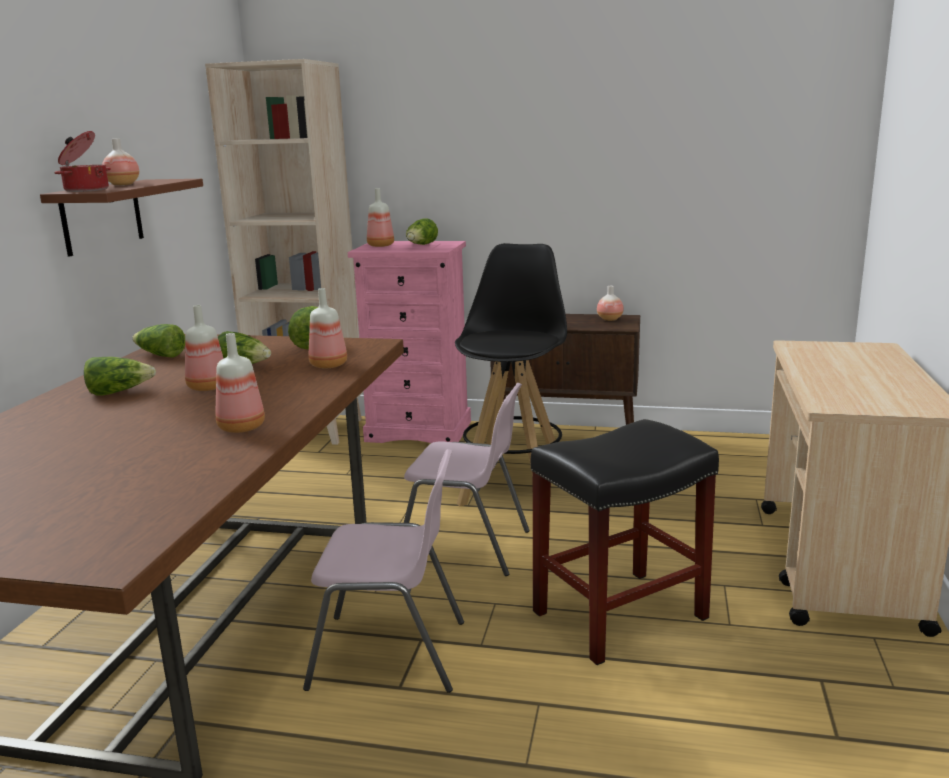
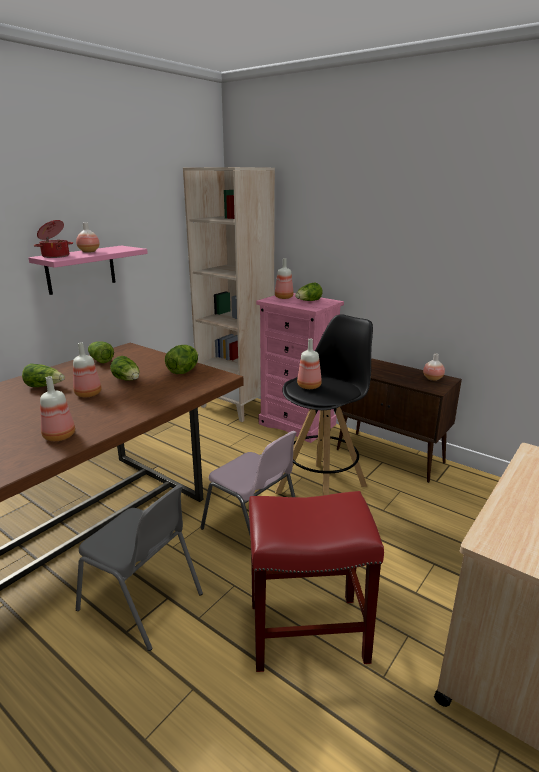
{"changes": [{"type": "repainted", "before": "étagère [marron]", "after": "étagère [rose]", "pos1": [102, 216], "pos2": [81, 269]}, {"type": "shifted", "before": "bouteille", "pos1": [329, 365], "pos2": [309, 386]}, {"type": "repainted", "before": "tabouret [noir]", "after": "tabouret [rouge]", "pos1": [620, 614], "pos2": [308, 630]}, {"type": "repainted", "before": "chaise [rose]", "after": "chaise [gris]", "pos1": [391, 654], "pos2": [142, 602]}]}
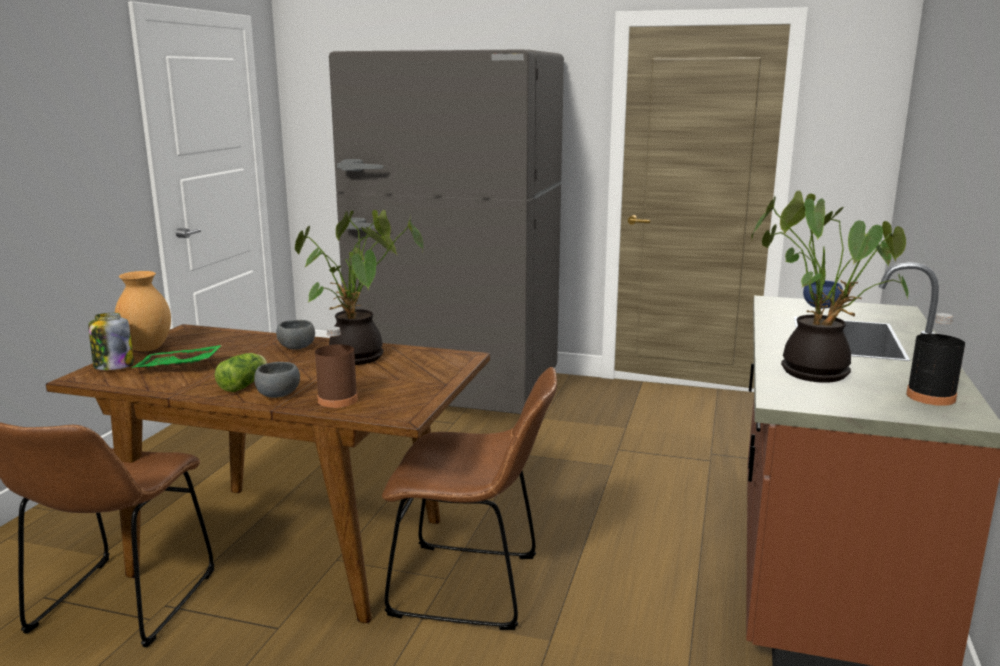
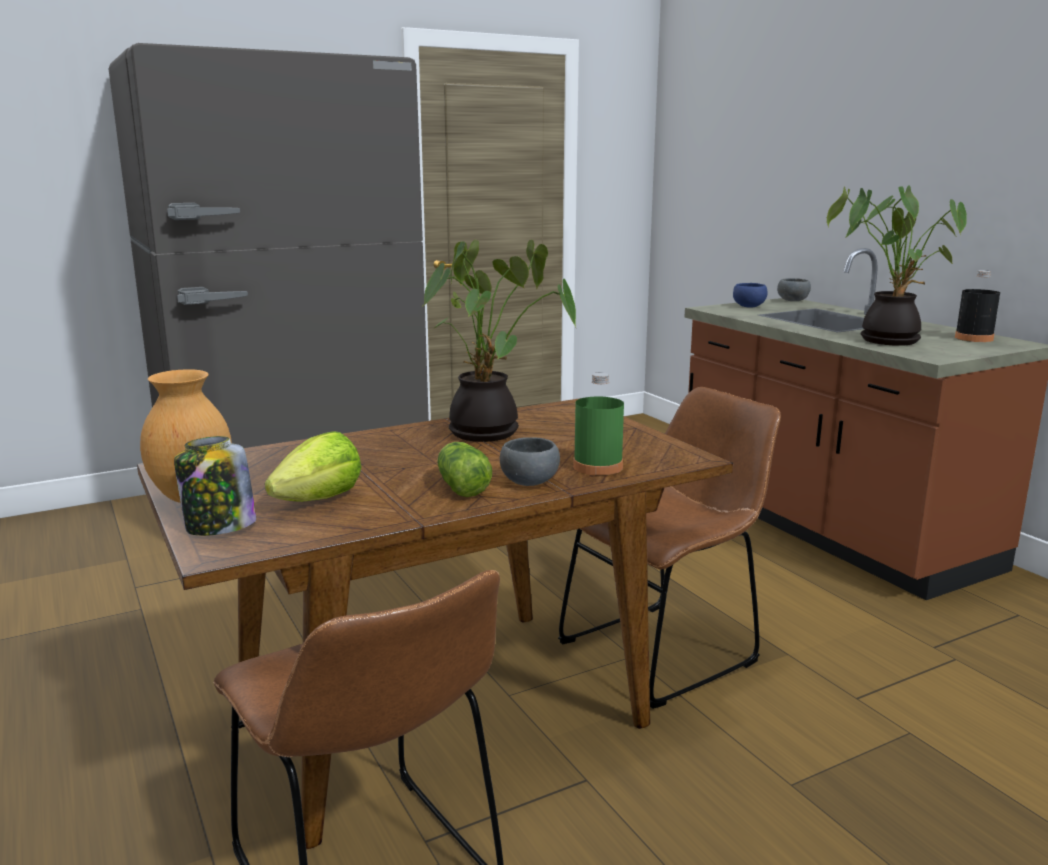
{"changes": [{"type": "shifted", "before": "bol [gris]", "pos1": [296, 348], "pos2": [793, 301]}, {"type": "repainted", "before": "bouteille [marron]", "after": "bouteille [vert]", "pos1": [337, 400], "pos2": [598, 467]}, {"type": "swapped", "before": "plateau [vert]", "after": "laitue", "pos1": [178, 368], "pos2": [319, 499]}]}
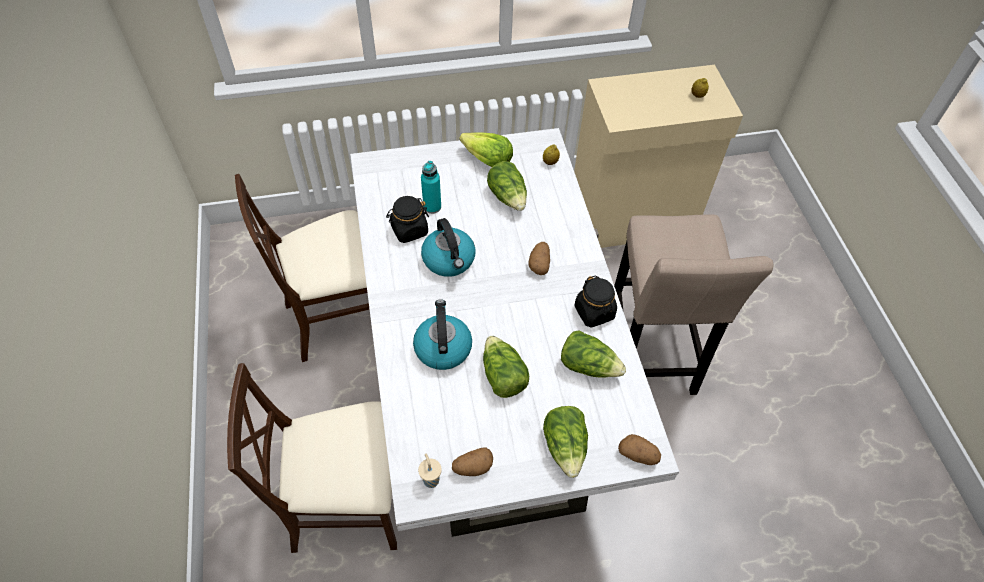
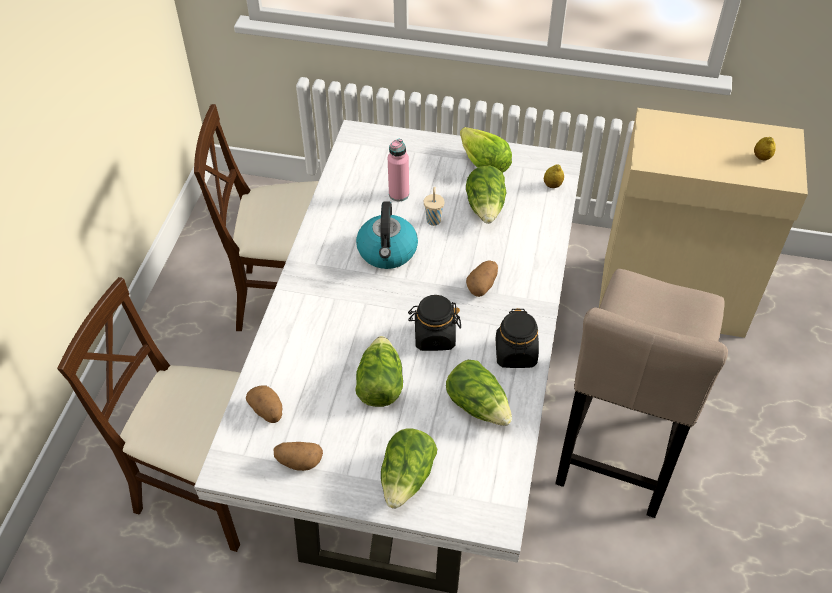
{"changes": [{"type": "repainted", "before": "bouteille [turquoise]", "after": "bouteille [rose]", "pos1": [432, 207], "pos2": [399, 194]}, {"type": "shifted", "before": "bocal [noir]", "pos1": [409, 230], "pos2": [434, 337]}, {"type": "gone", "before": "bouilloire", "pos1": [442, 347]}, {"type": "shifted", "before": "pomme de terre", "pos1": [638, 455], "pos2": [267, 411]}, {"type": "shifted", "before": "tasse [beige]", "pos1": [431, 479], "pos2": [433, 220]}]}
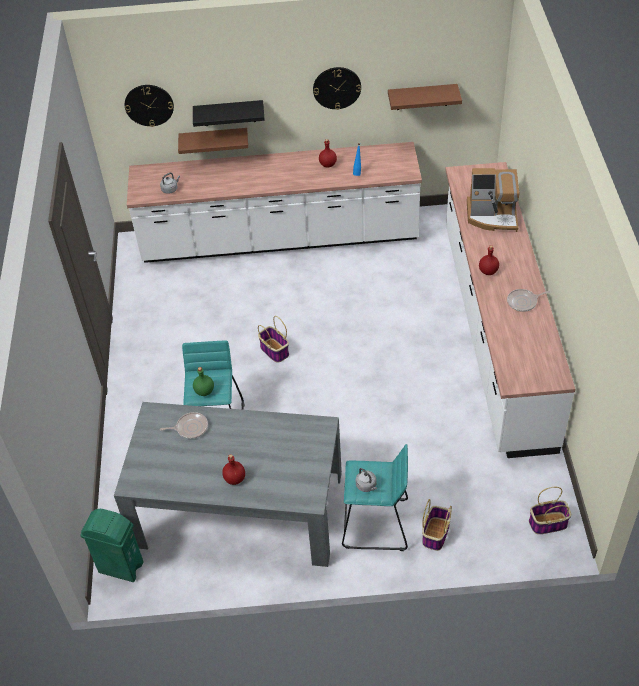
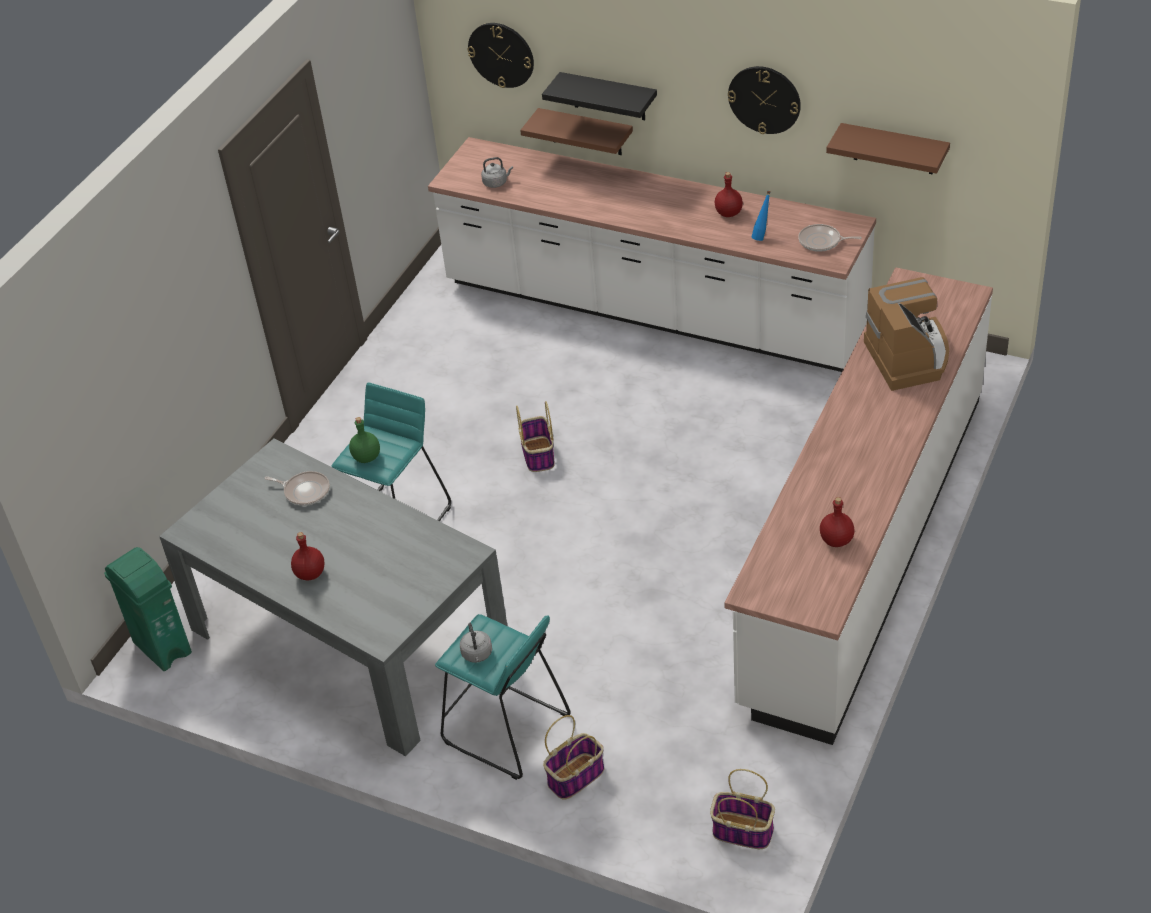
{"changes": [{"type": "rotated", "before": "machine à café", "pos1": [492, 216], "pos2": [909, 357], "turn": -135}, {"type": "shifted", "before": "bouteille [rouge]", "pos1": [488, 271], "pos2": [836, 541]}, {"type": "shifted", "before": "poêle", "pos1": [523, 302], "pos2": [822, 241]}]}
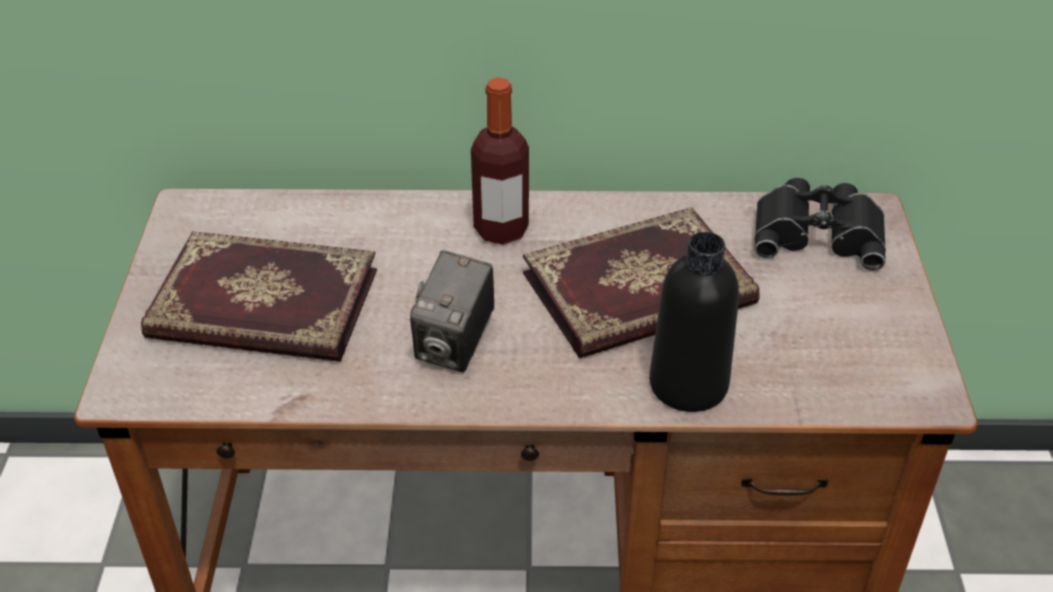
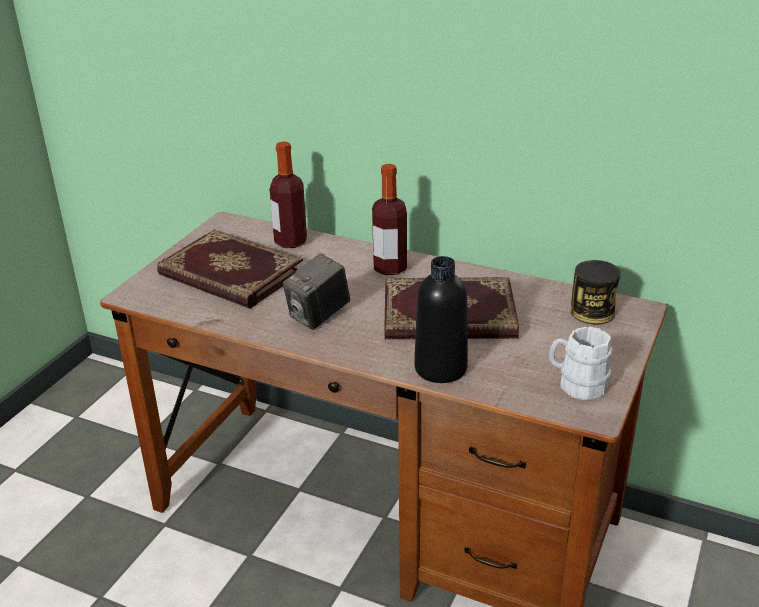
{"changes": [{"type": "swapped", "before": "jumelles [noir]", "after": "boîte métallique", "pos1": [818, 232], "pos2": [592, 312]}, {"type": "new", "after": "bouteille", "pos2": [290, 241]}, {"type": "new", "after": "mug [blanc]", "pos2": [577, 385]}]}
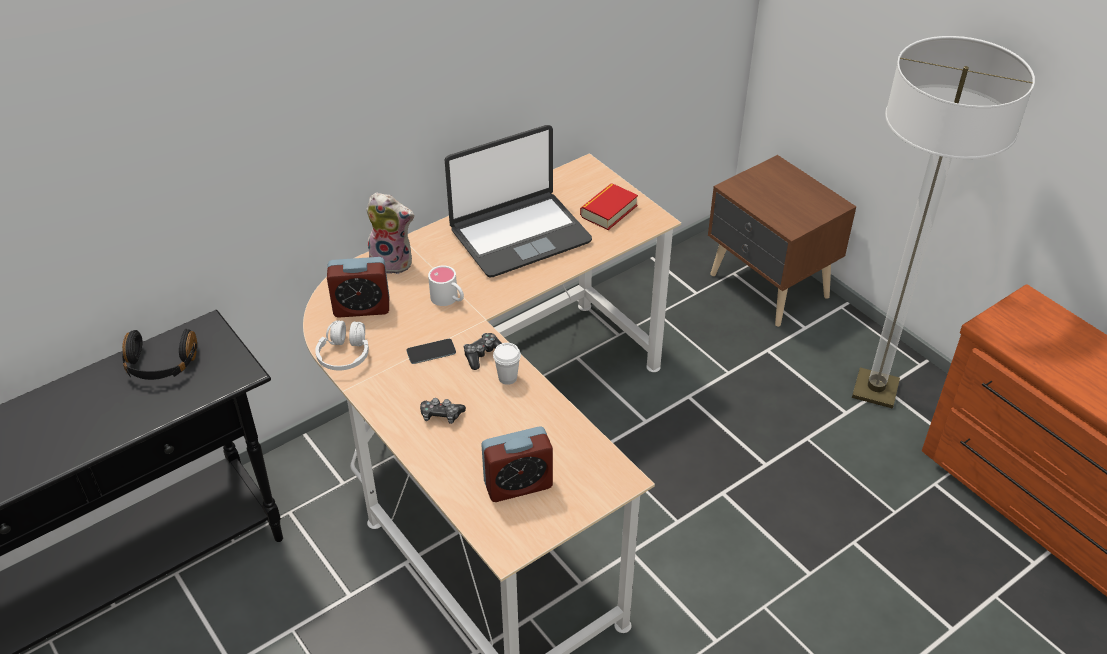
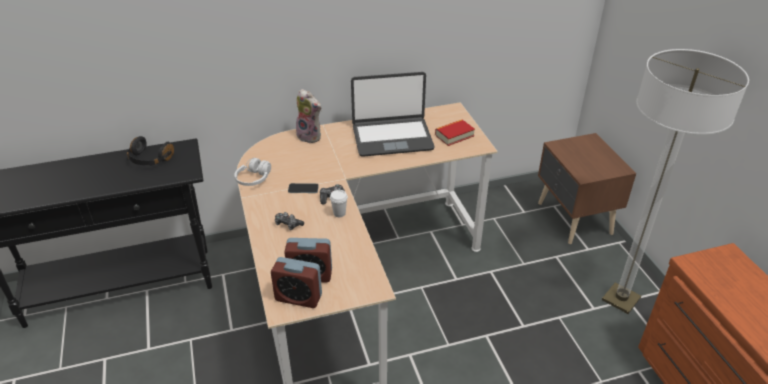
{"changes": [{"type": "shifted", "before": "réveil", "pos1": [362, 308], "pos2": [298, 297]}, {"type": "gone", "before": "mug [blanc]", "pos1": [448, 299]}]}
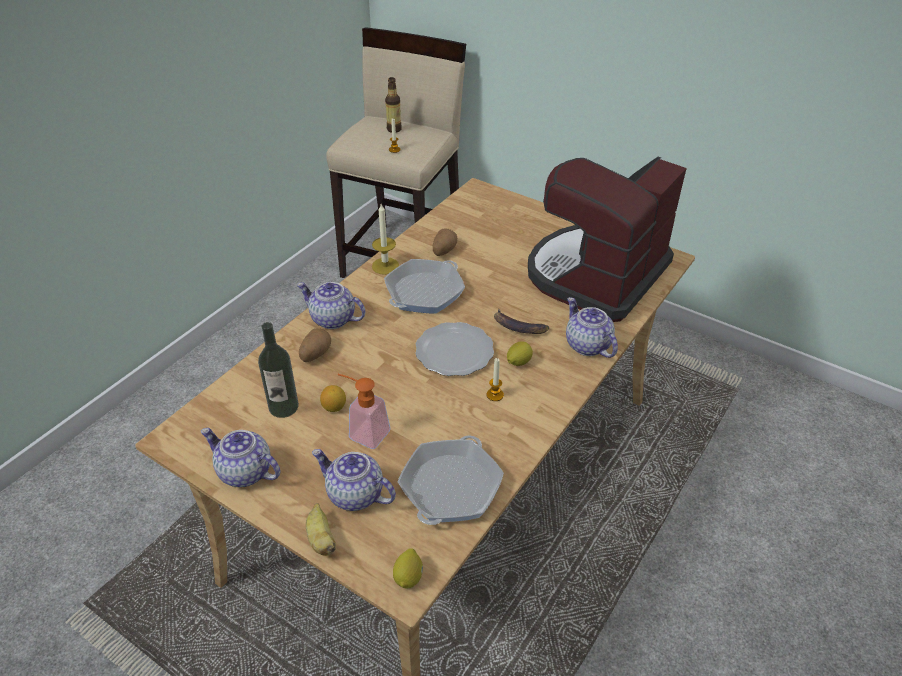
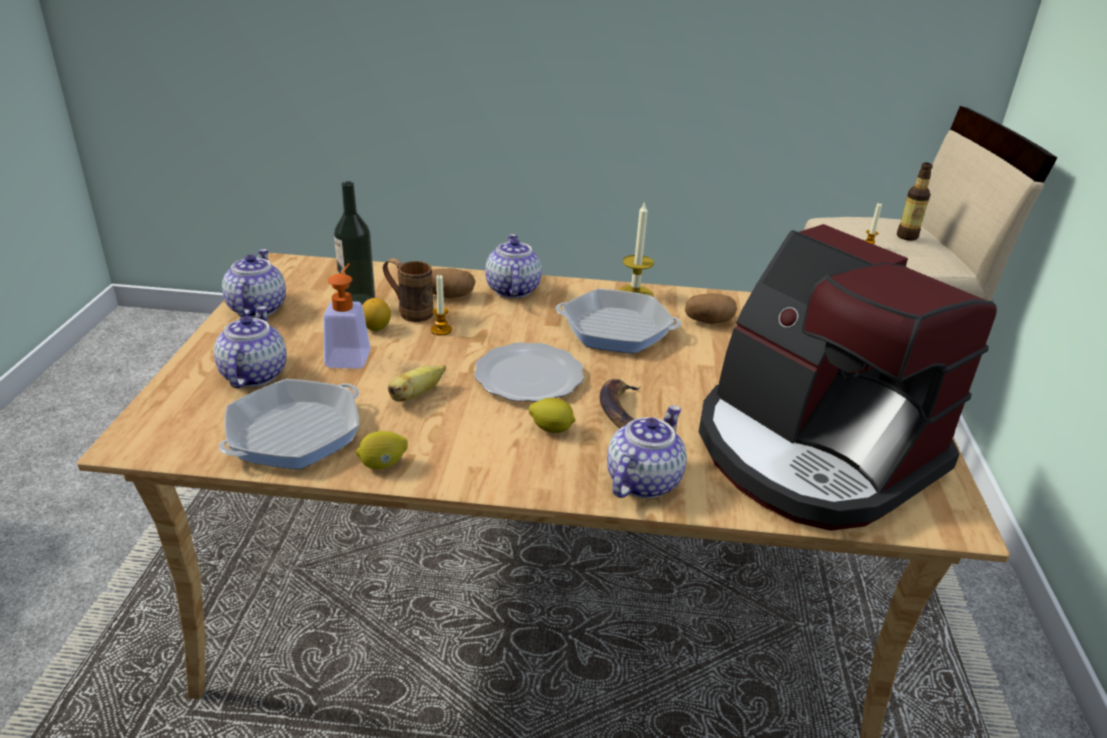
{"changes": [{"type": "rotated", "before": "machine à café", "pos1": [596, 275], "pos2": [812, 453], "turn": -135}, {"type": "shifted", "before": "bougie", "pos1": [495, 395], "pos2": [441, 330]}, {"type": "rotated", "before": "poêle", "pos1": [450, 487], "pos2": [294, 433], "turn": 135}, {"type": "shifted", "before": "banane", "pos1": [321, 539], "pos2": [416, 395]}, {"type": "shifted", "before": "citron", "pos1": [408, 577], "pos2": [383, 464]}, {"type": "new", "after": "mug [marron]", "pos2": [409, 312]}]}
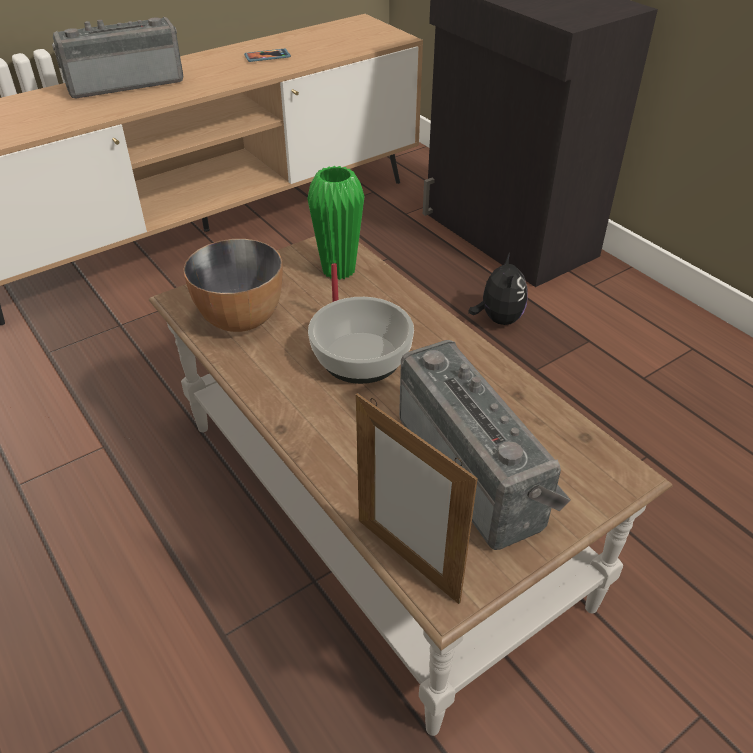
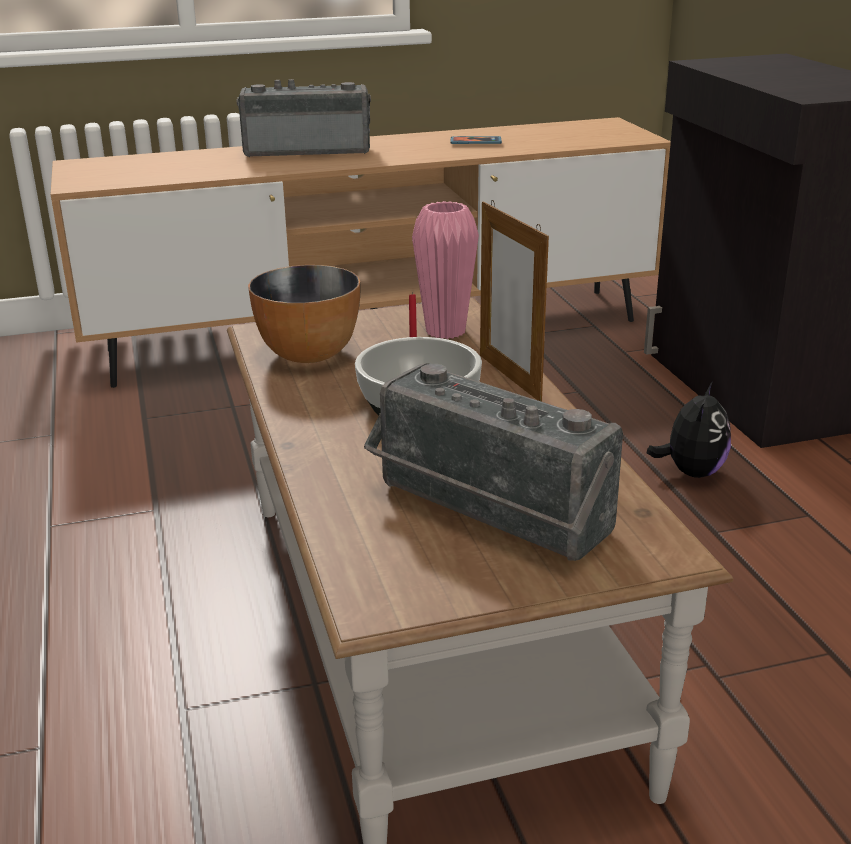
{"changes": [{"type": "repainted", "before": "vase [vert]", "after": "vase [rose]", "pos1": [338, 270], "pos2": [445, 331]}, {"type": "rotated", "before": "radio", "pos1": [477, 468], "pos2": [485, 514], "turn": 135}, {"type": "shifted", "before": "cadre photo", "pos1": [407, 559], "pos2": [509, 377]}]}
